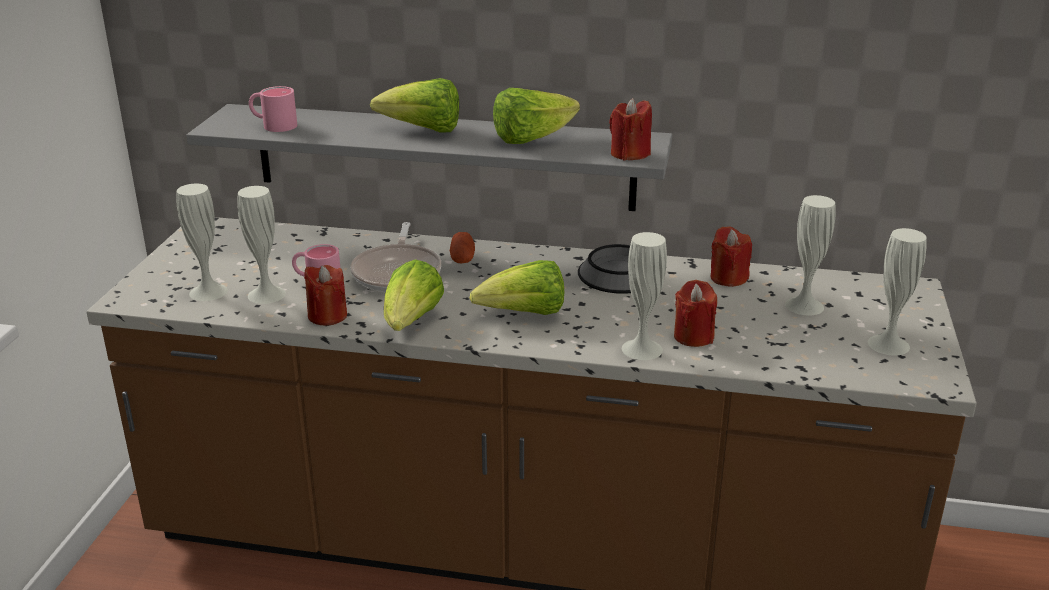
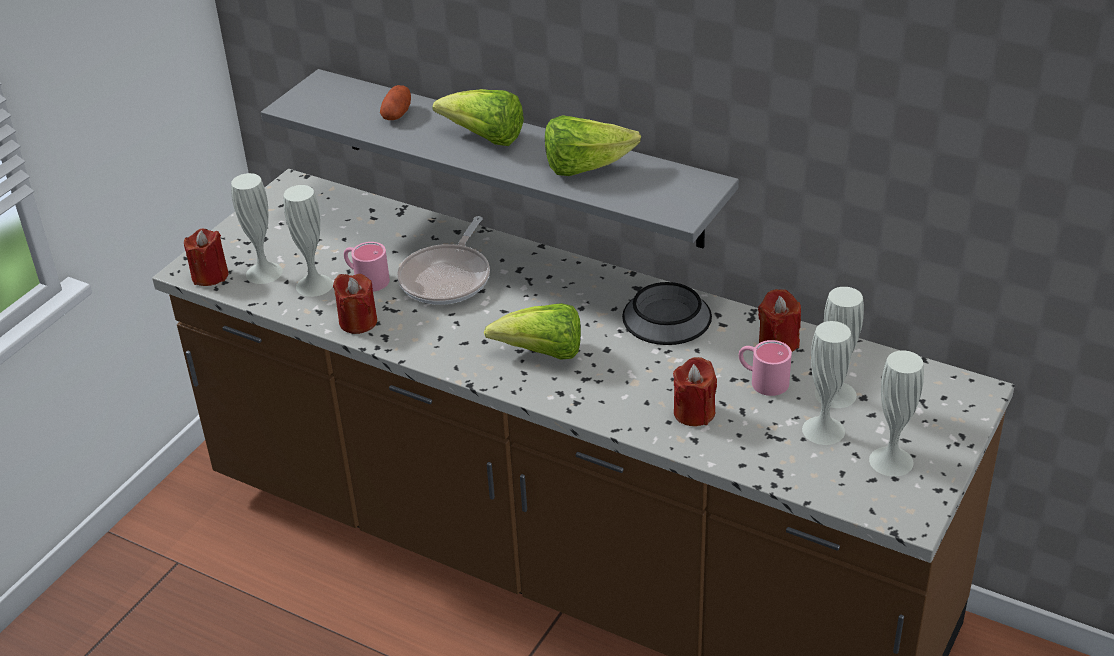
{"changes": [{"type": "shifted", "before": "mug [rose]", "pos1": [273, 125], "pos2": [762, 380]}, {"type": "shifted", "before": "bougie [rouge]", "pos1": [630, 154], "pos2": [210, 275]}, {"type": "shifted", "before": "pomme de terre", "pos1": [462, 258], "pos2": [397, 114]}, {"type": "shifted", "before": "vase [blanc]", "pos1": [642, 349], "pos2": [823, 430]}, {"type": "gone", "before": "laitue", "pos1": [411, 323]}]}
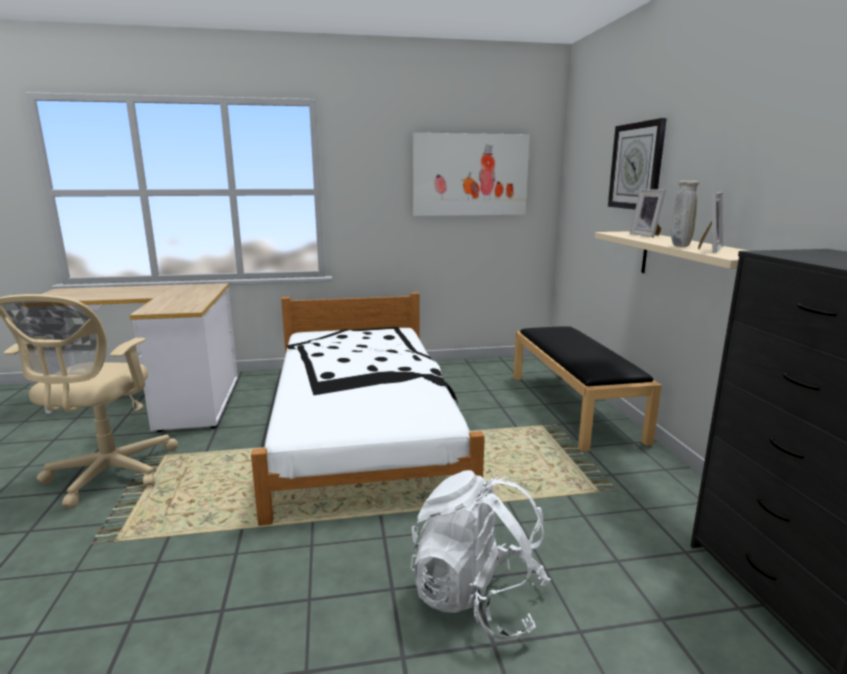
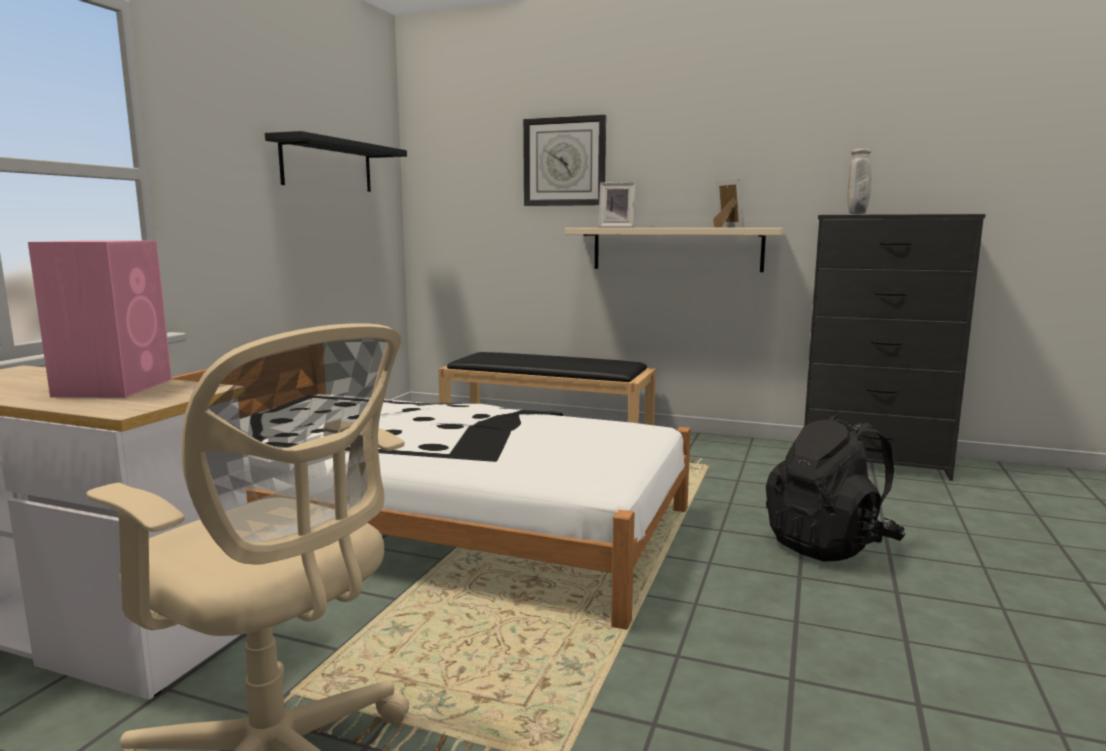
{"changes": [{"type": "swapped", "before": "tableau", "after": "étagère [noir]", "pos1": [470, 175], "pos2": [327, 166]}, {"type": "shifted", "before": "vase [beige]", "pos1": [679, 246], "pos2": [857, 214]}, {"type": "repainted", "before": "sac à dos [blanc]", "after": "sac à dos [noir]", "pos1": [477, 598], "pos2": [830, 545]}, {"type": "new", "after": "enceinte [rose]", "pos2": [115, 387]}]}
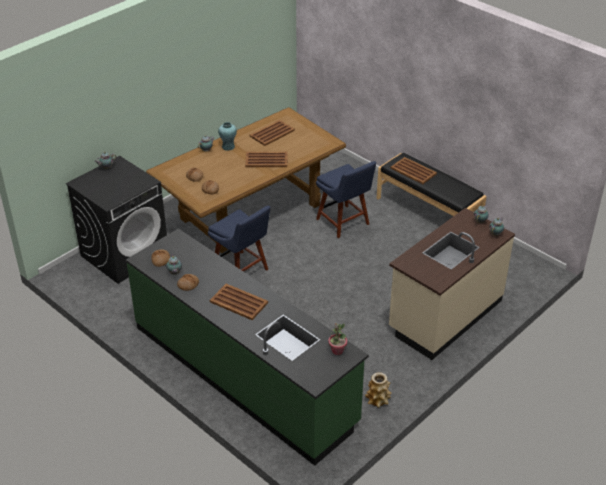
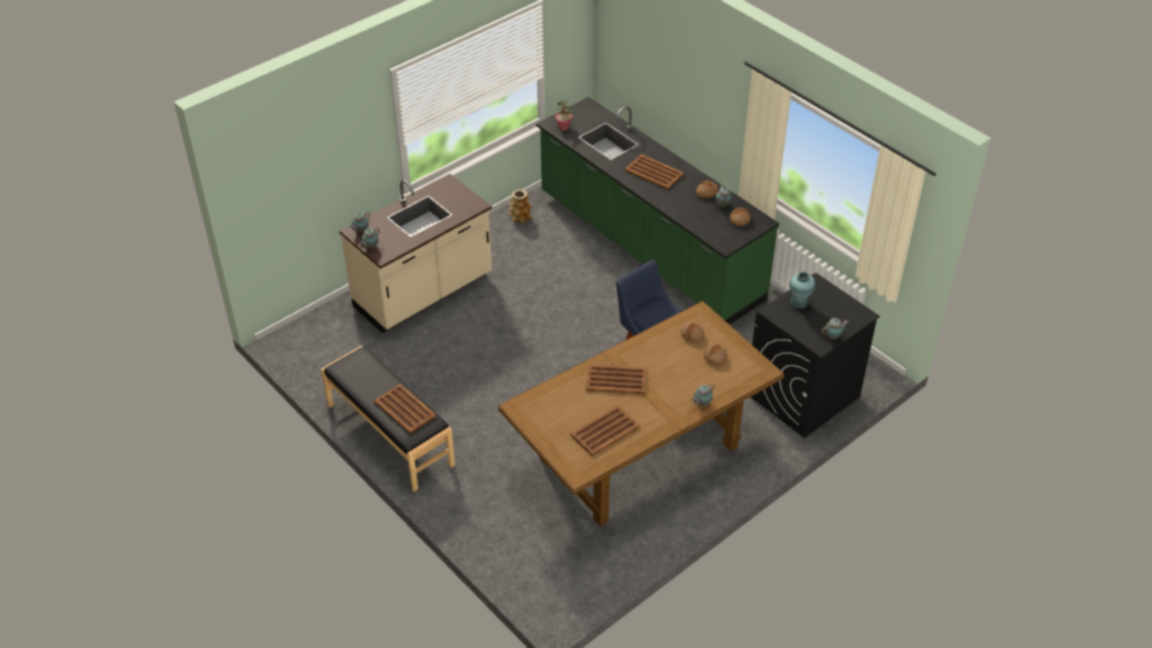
{"changes": [{"type": "shifted", "before": "vase [turquoise]", "pos1": [228, 147], "pos2": [799, 303]}, {"type": "gone", "before": "chaise [bleu]", "pos1": [344, 223]}]}
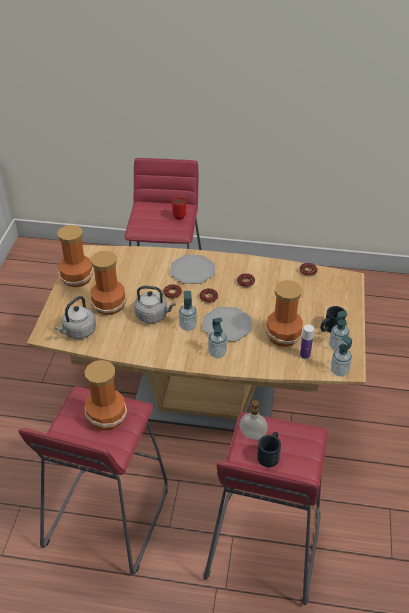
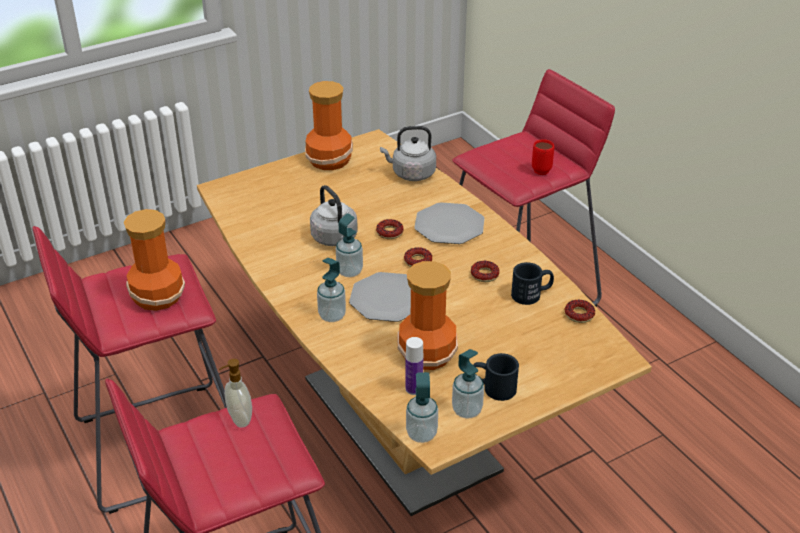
{"changes": [{"type": "gone", "before": "vase", "pos1": [109, 304]}, {"type": "shifted", "before": "bouilloire [gris]", "pos1": [78, 332], "pos2": [411, 174]}, {"type": "shifted", "before": "mug [noir]", "pos1": [270, 454], "pos2": [532, 294]}]}
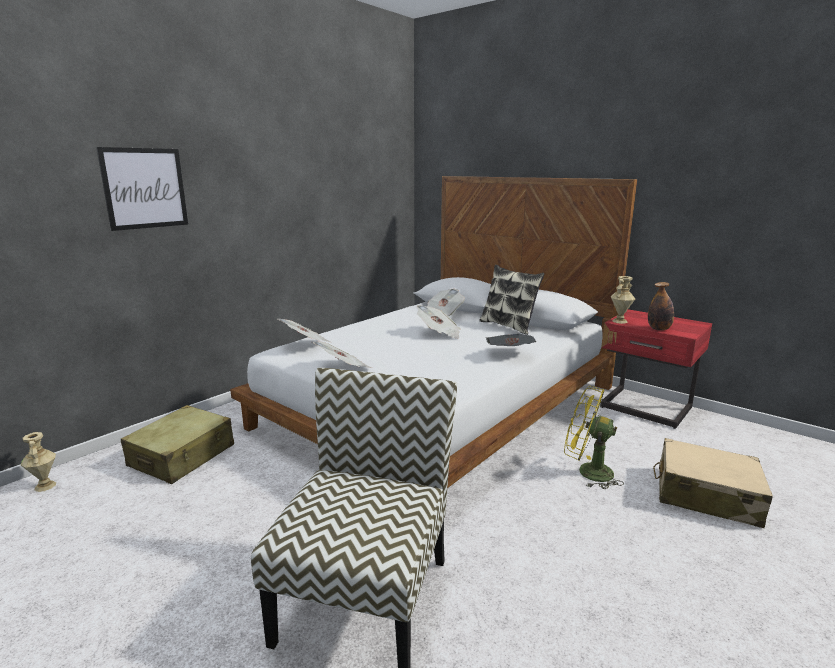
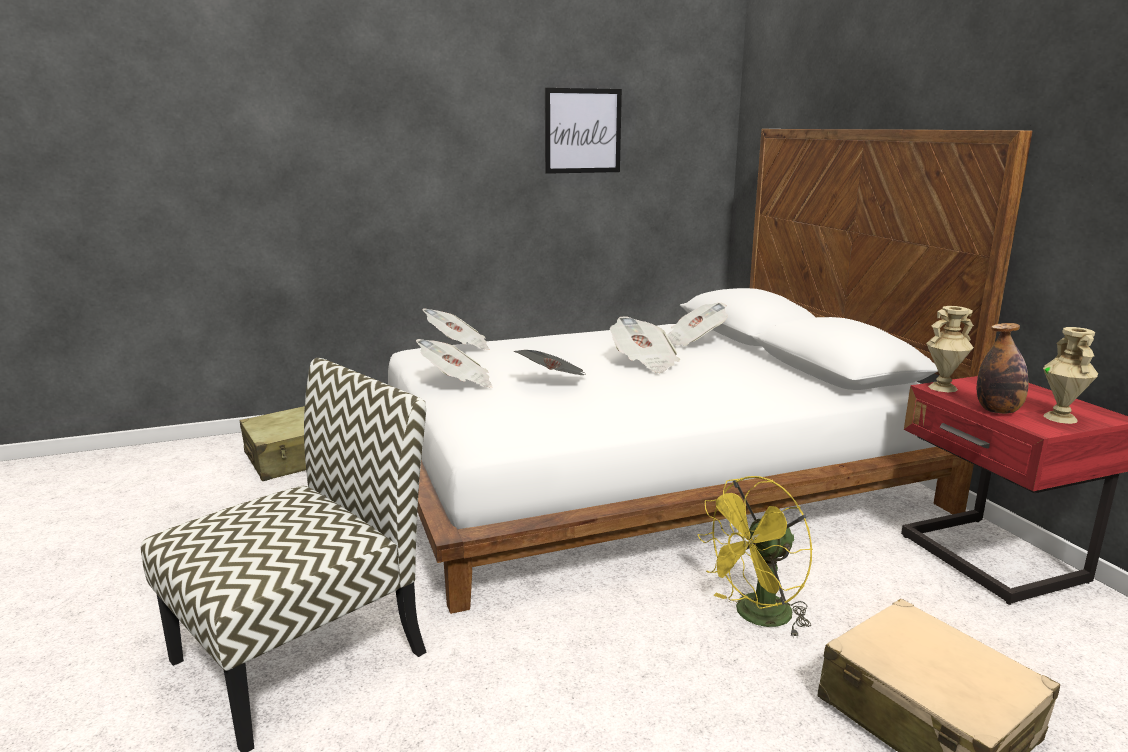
{"changes": [{"type": "shifted", "before": "tableau", "pos1": [145, 188], "pos2": [583, 131]}, {"type": "gone", "before": "coussin", "pos1": [508, 326]}, {"type": "shifted", "before": "journal", "pos1": [509, 354], "pos2": [553, 382]}, {"type": "rotated", "before": "ventilateur [jaune]", "pos1": [587, 472], "pos2": [756, 617], "turn": -90}, {"type": "shifted", "before": "vase [beige]", "pos1": [46, 486], "pos2": [1061, 418]}]}
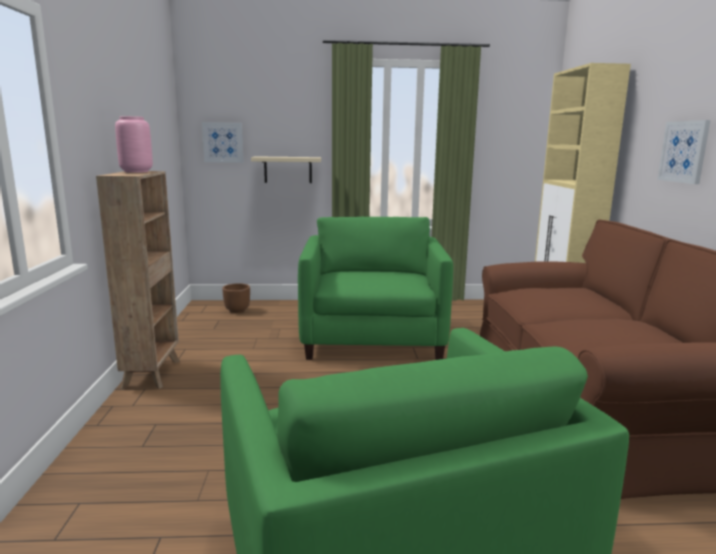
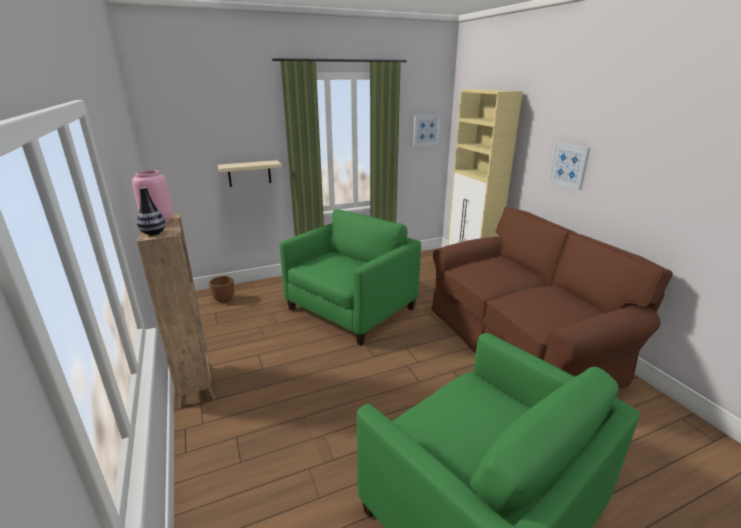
{"changes": [{"type": "shifted", "before": "tableau", "pos1": [223, 142], "pos2": [426, 130]}, {"type": "rotated", "before": "fauteuil [vert]", "pos1": [372, 339], "pos2": [351, 309], "turn": 60}, {"type": "new", "after": "vase", "pos2": [153, 233]}]}
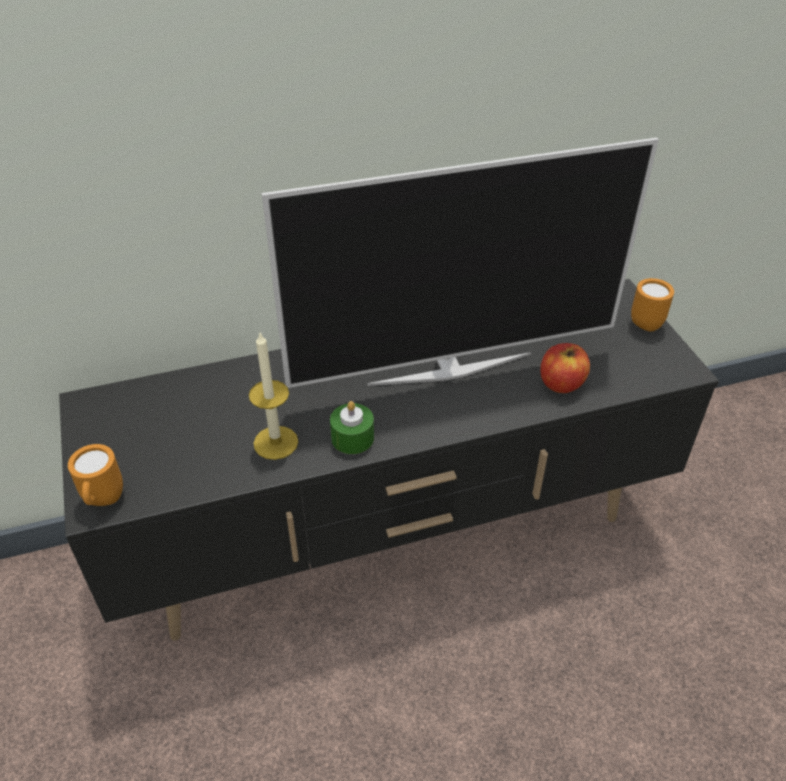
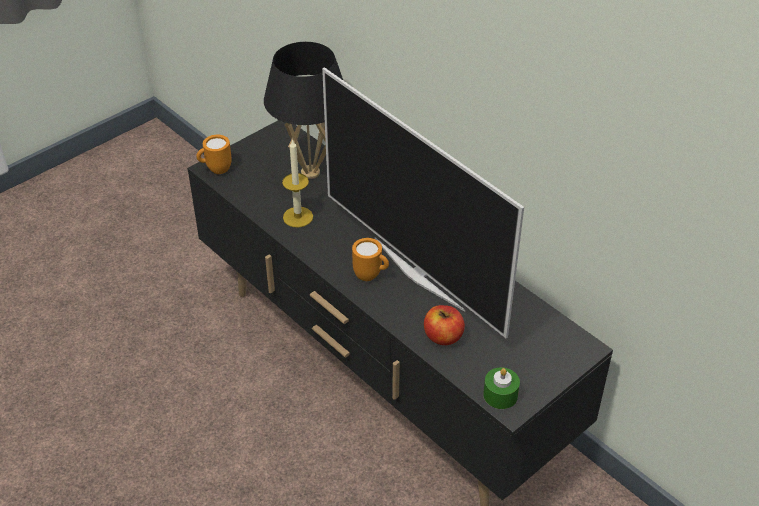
{"changes": [{"type": "shifted", "before": "mug [orange]", "pos1": [649, 322], "pos2": [371, 276]}, {"type": "shifted", "before": "bougie [vert]", "pos1": [352, 438], "pos2": [500, 395]}, {"type": "new", "after": "lampe de table [noir]", "pos2": [310, 172]}]}
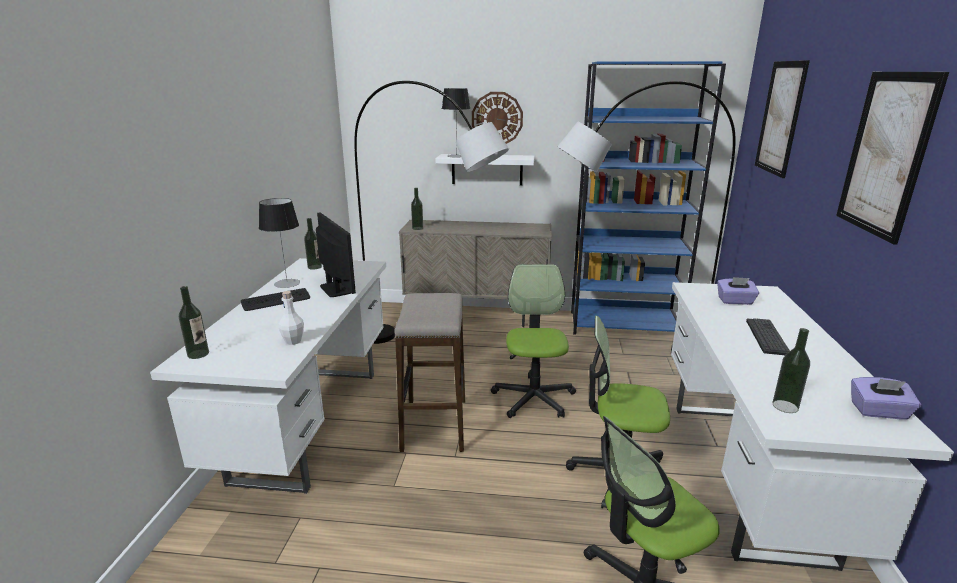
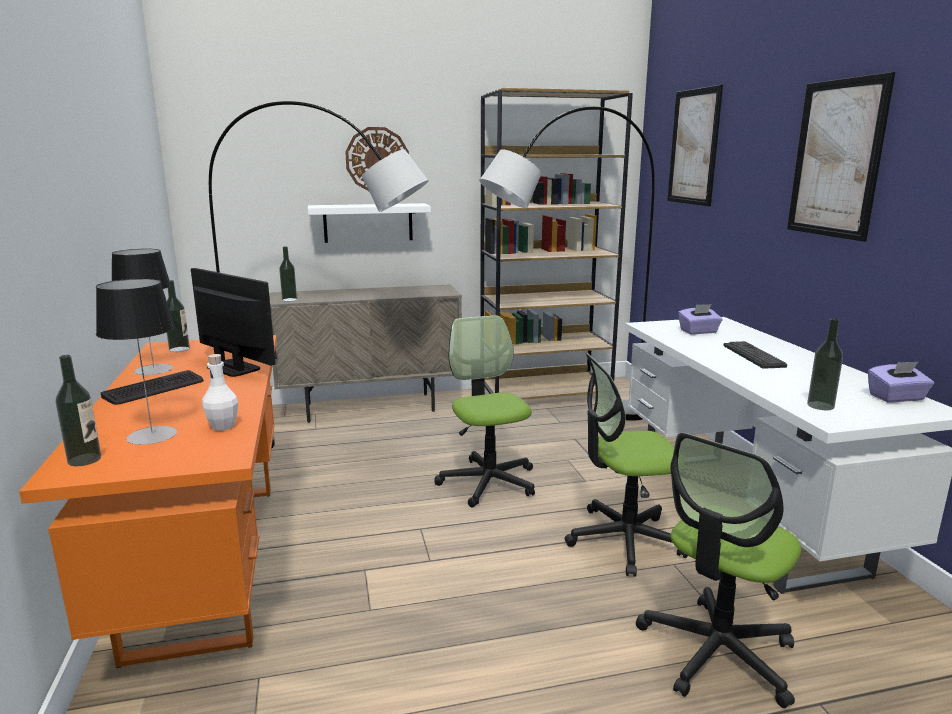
{"changes": [{"type": "repainted", "before": "bibliothèque [bleu]", "after": "bibliothèque [marron]", "pos1": [624, 325], "pos2": [545, 395]}, {"type": "shifted", "before": "lampe de table", "pos1": [456, 156], "pos2": [152, 435]}, {"type": "repainted", "before": "bureau [blanc]", "after": "bureau [orange]", "pos1": [309, 422], "pos2": [207, 561]}, {"type": "gone", "before": "tabouret", "pos1": [435, 425]}]}
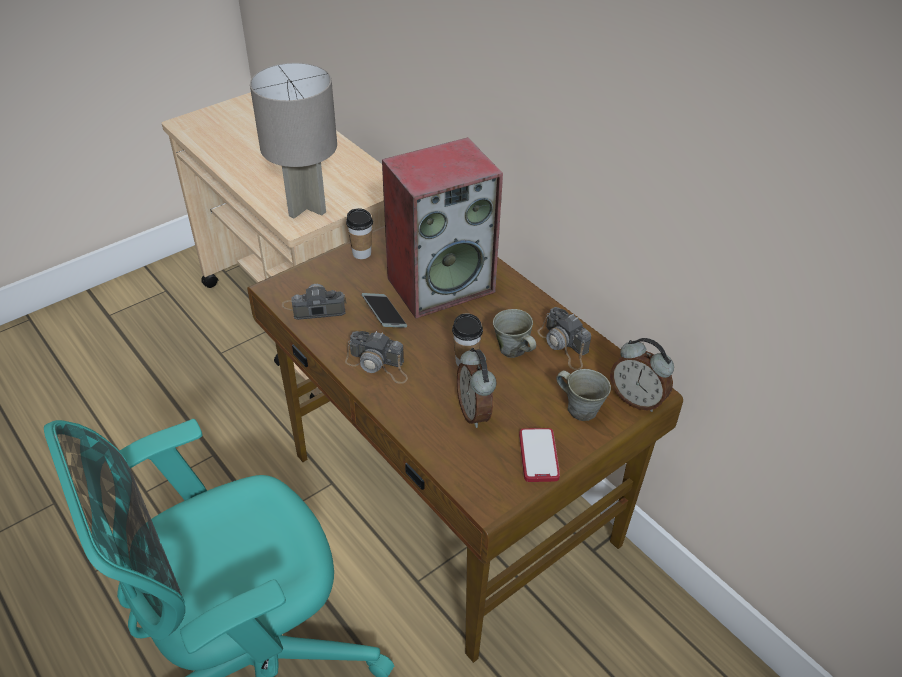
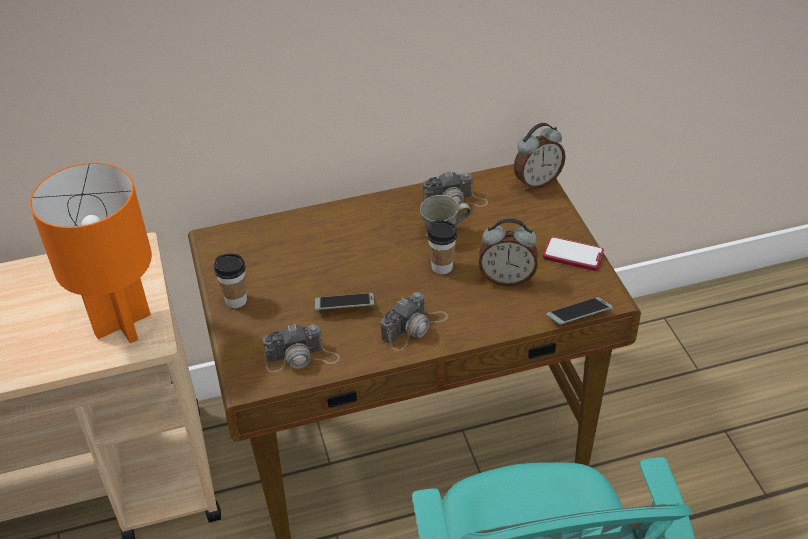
{"changes": [{"type": "repainted", "before": "lampe de table [gris]", "after": "lampe de table [orange]", "pos1": [305, 206], "pos2": [122, 325]}, {"type": "gone", "before": "enceinte", "pos1": [441, 284]}, {"type": "rotated", "before": "appareil photo", "pos1": [314, 308], "pos2": [301, 357], "turn": -120}, {"type": "gone", "before": "mug [gris]", "pos1": [580, 408]}, {"type": "new", "after": "téléphone", "pos2": [578, 315]}]}
